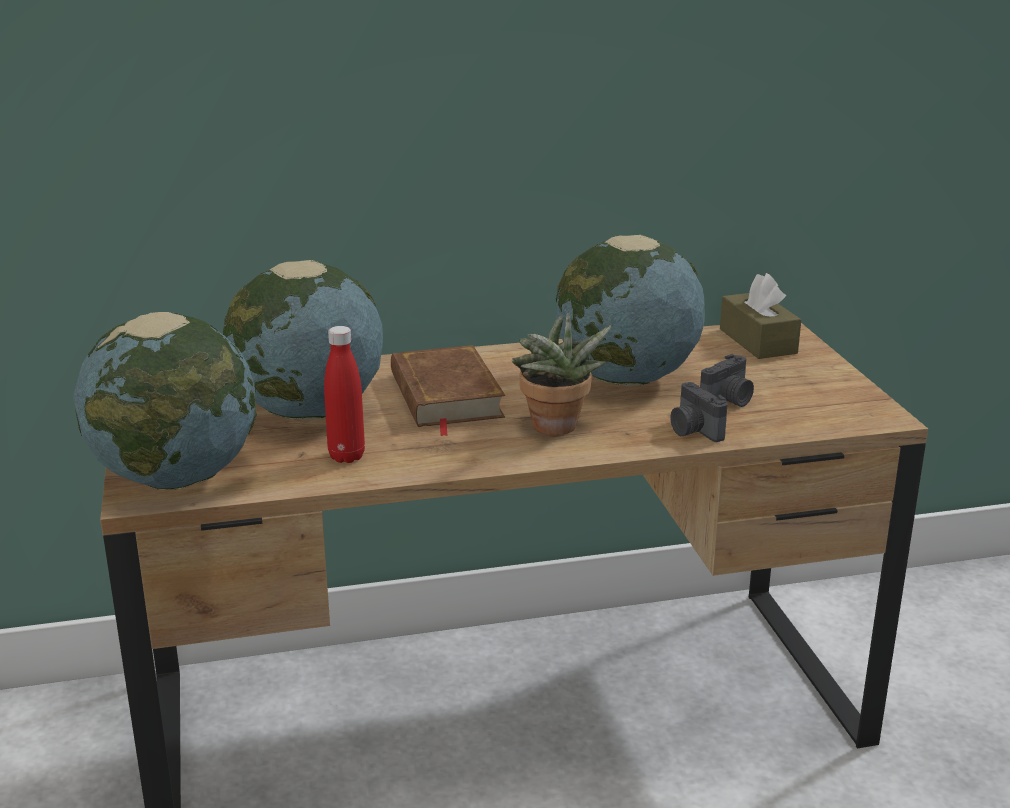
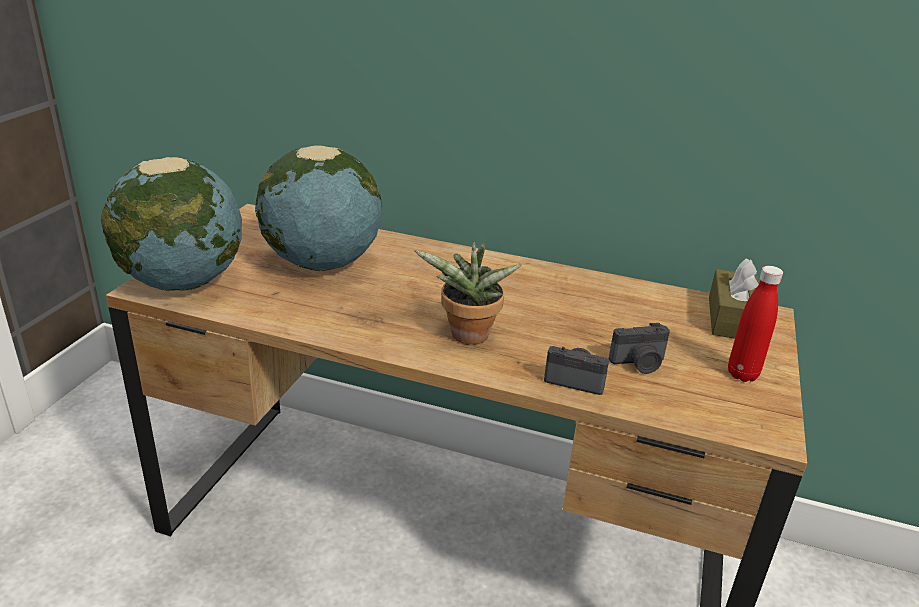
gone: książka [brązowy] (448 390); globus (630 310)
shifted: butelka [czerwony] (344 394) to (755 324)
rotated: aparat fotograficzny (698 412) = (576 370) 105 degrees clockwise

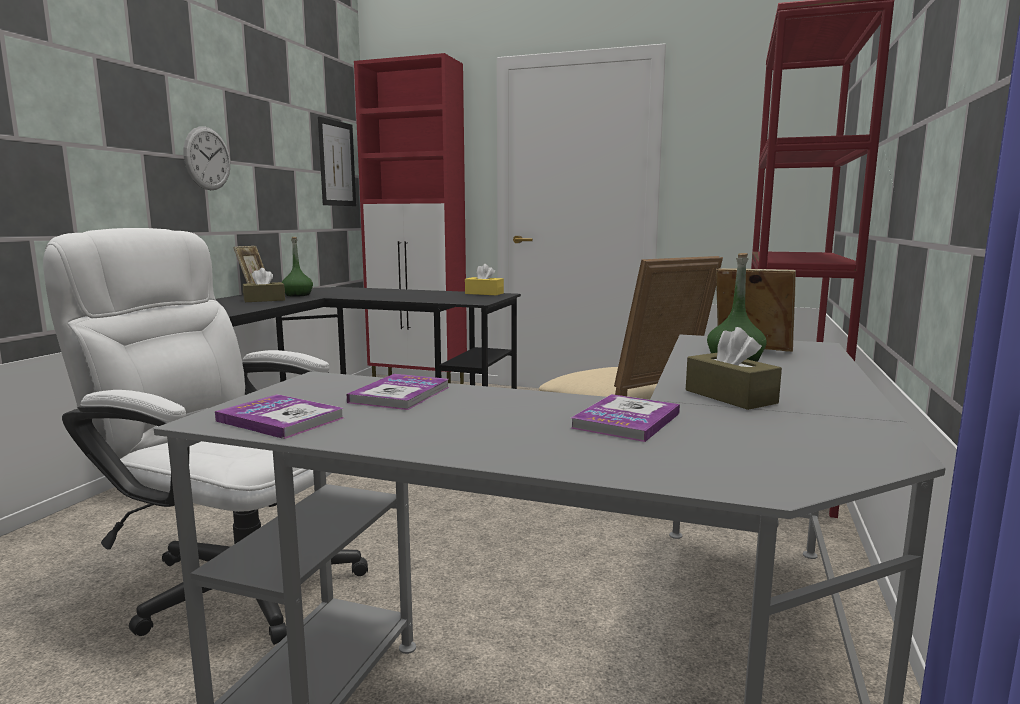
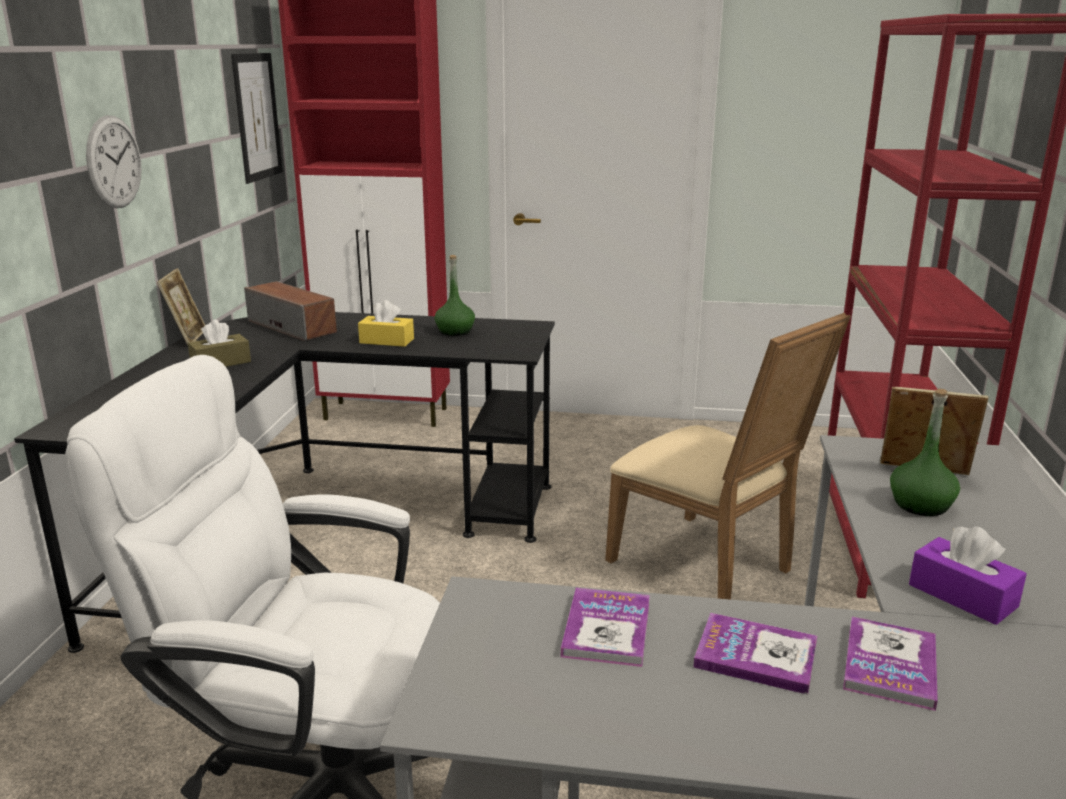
new: głośnik (290 311)
shifted: książka (279 416) to (755 654); butelka [zielony] (297 267) to (455 295); pudełko chusteczek [żółty] (484 279) to (386 323)
repainted: pudełko chusteczek [brązowy] (734 368) to pudełko chusteczek [fioletowy] (968 575)

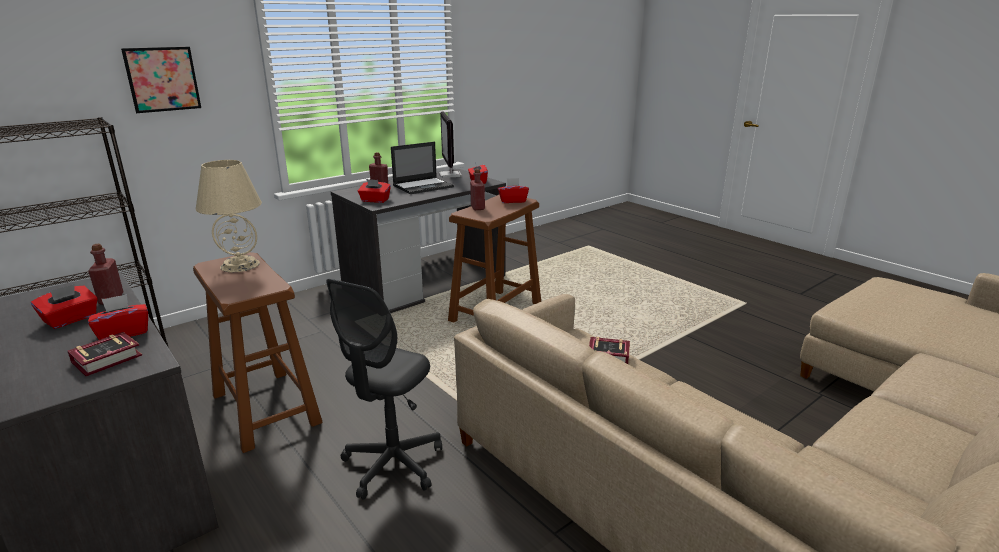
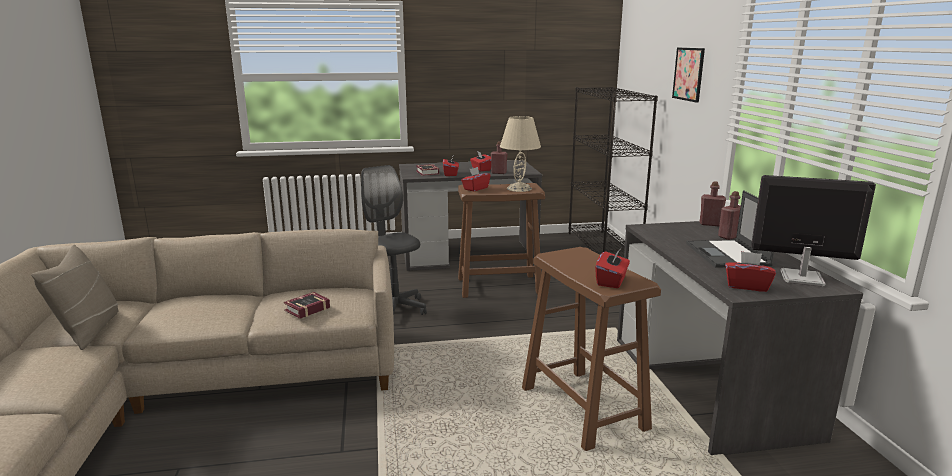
new: poduszka [beżowy] (74 297)
shifted: pudełko chusteczek [czerwony] (374 191) to (476 179); butelka [czerwony] (477 189) to (713 203)

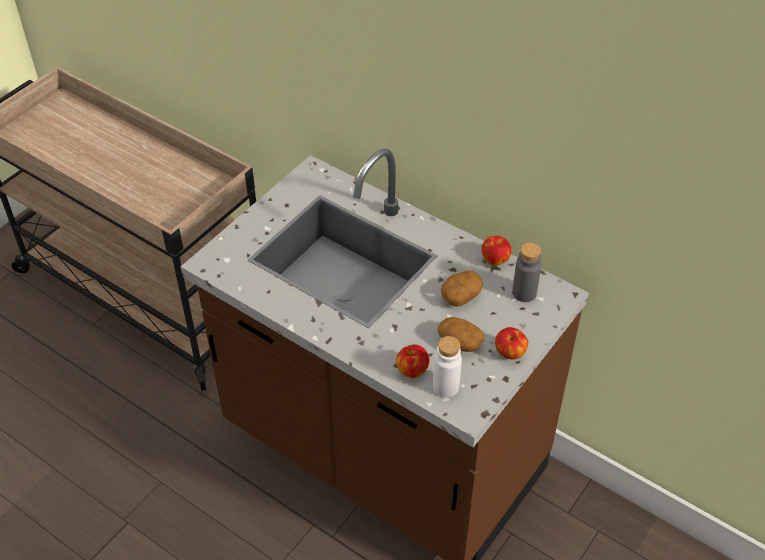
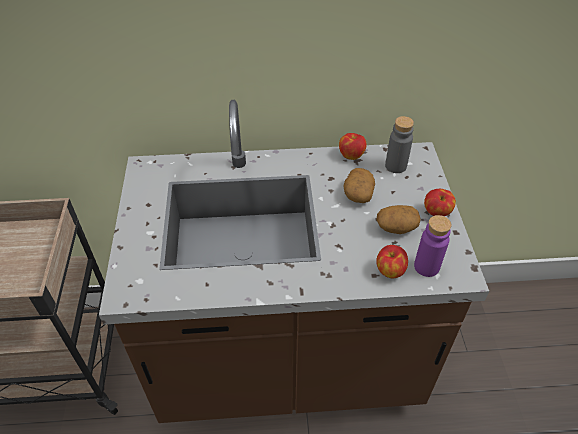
repainted: butelka [biały] (447 367) to butelka [fioletowy] (433 246)

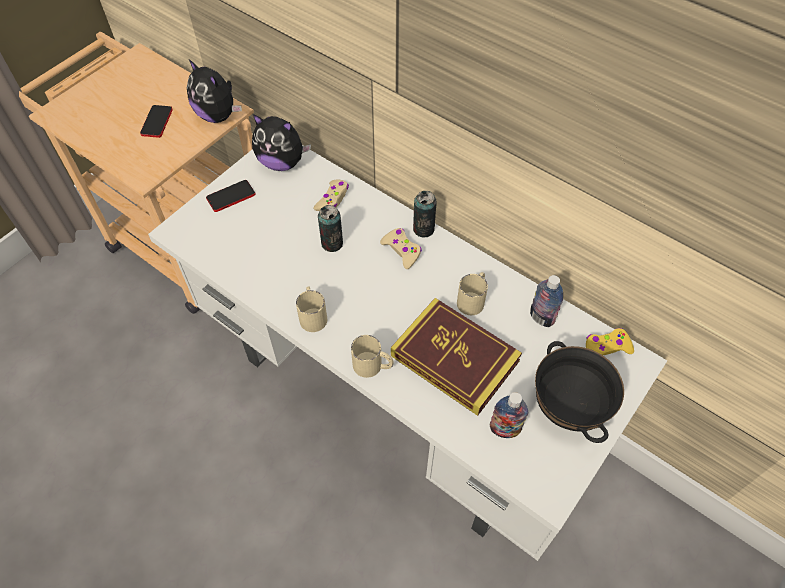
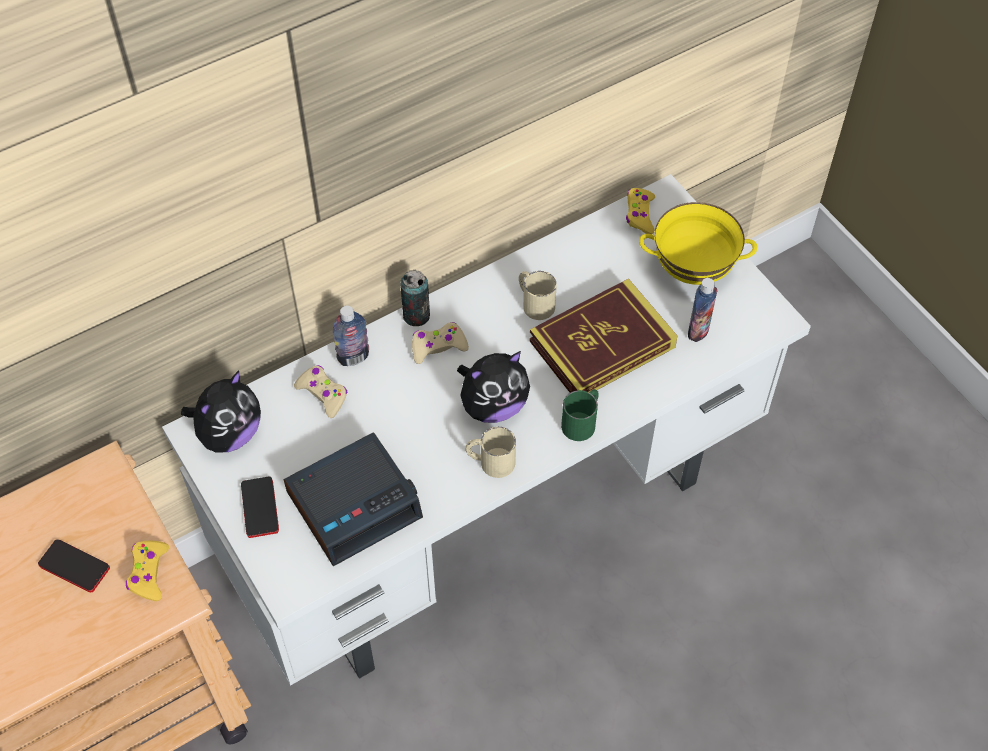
gone: puszka (330 228)
new: pad do gier [żółty] (147 571); budzik (353 499)
shifted: pluszak (214 91) to (493 387); butelka (546 301) to (351 336)
repainted: kubek [beżowy] (372 356) to kubek [zielony] (580 415); miska [czarny] (579 392) to miska [żółty] (698 243)

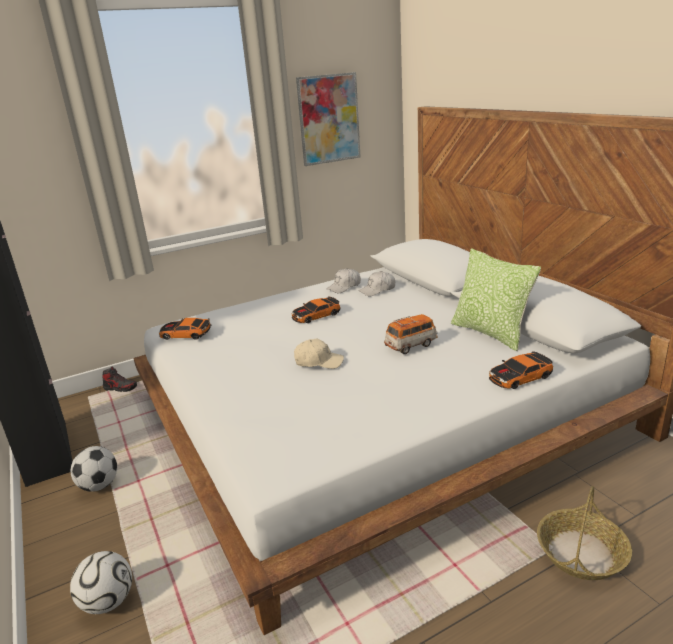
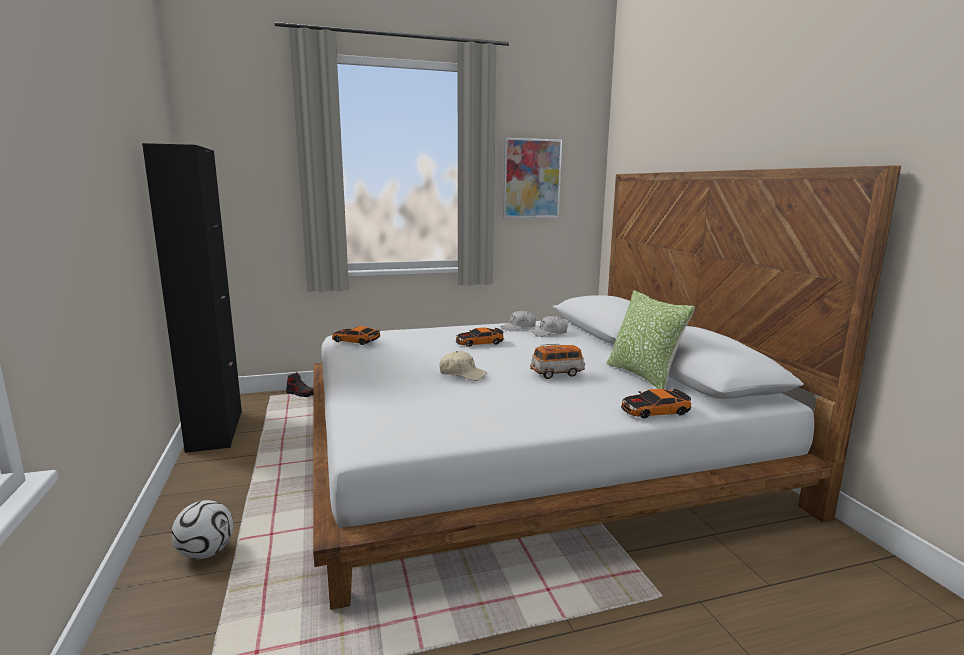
gone: piłka futbolowa (93 469); koszyk (584 533)

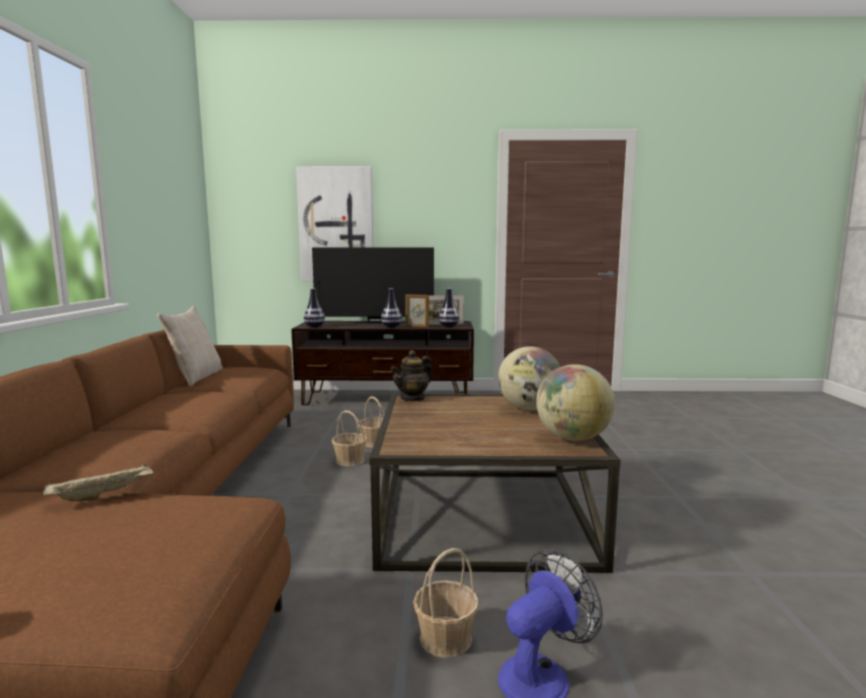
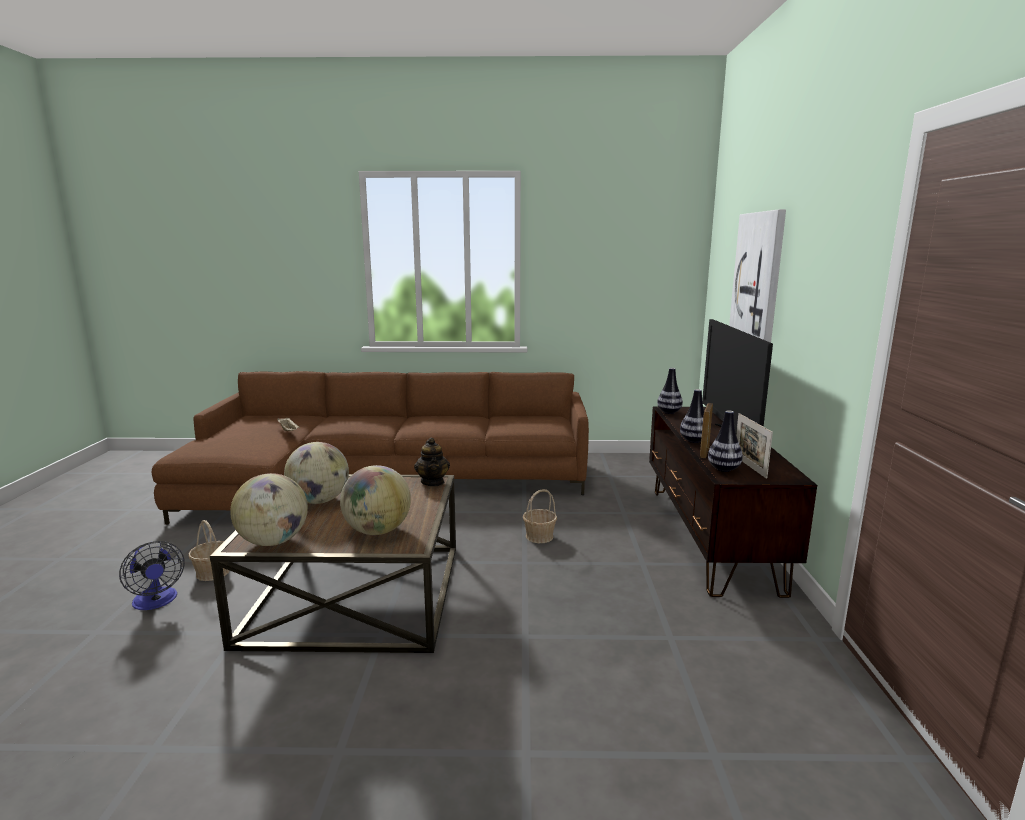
gone: poduszka [beżowy] (190 346); koszyk (350 439)
new: globus (316 473)
rotated: imbryk (412 376) = (432 462) 150 degrees counterclockwise

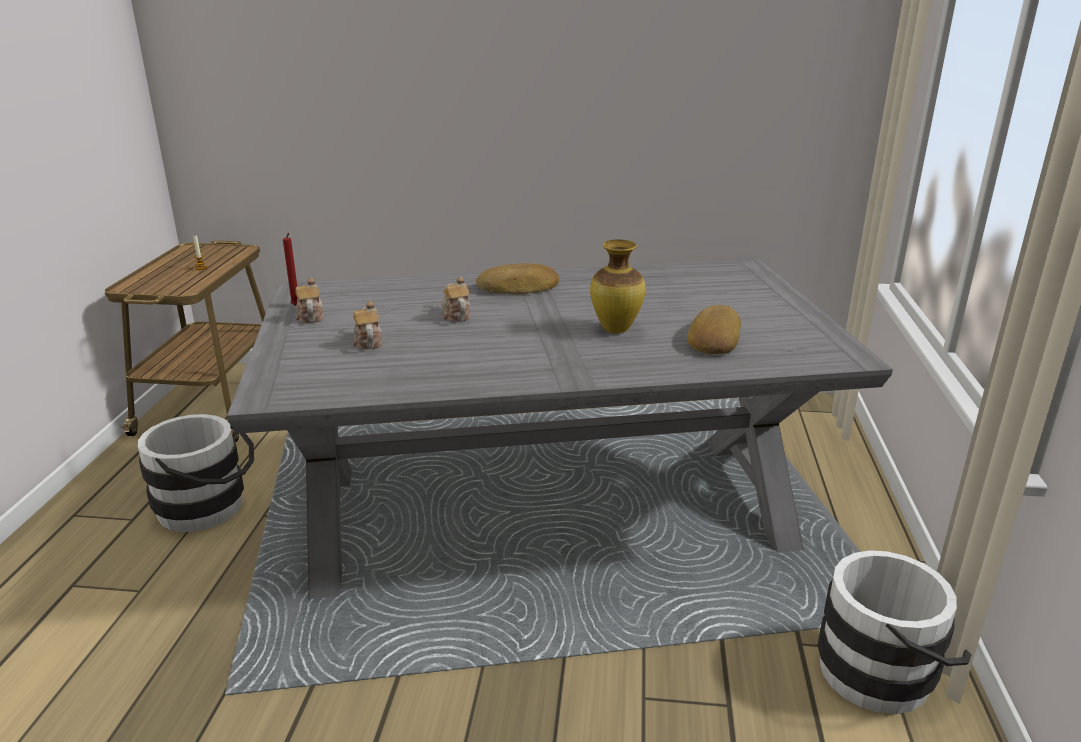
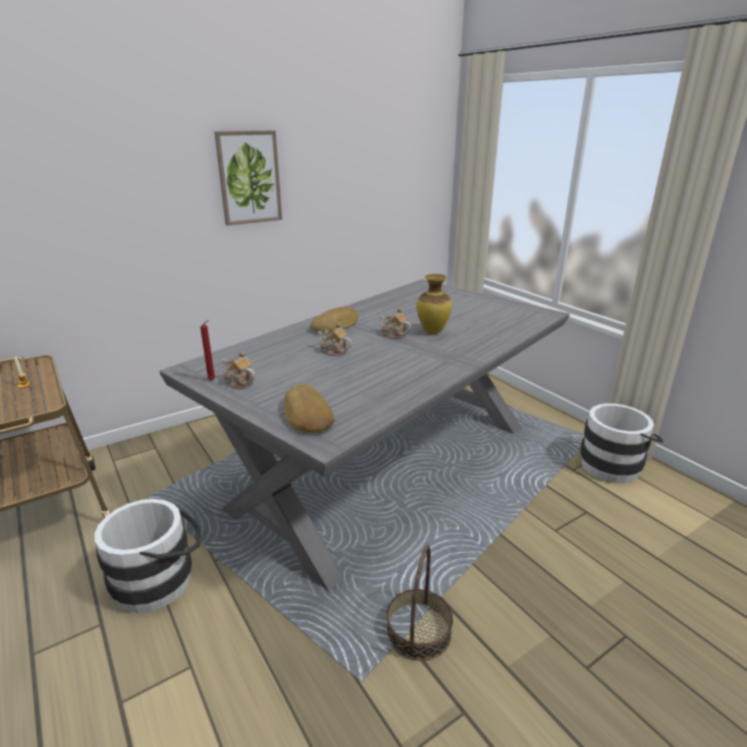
new: obraz (248 178); koszyk (420 603)
shifted: imbryk (367 325) to (395 323); chleb (714 329) to (309 408)

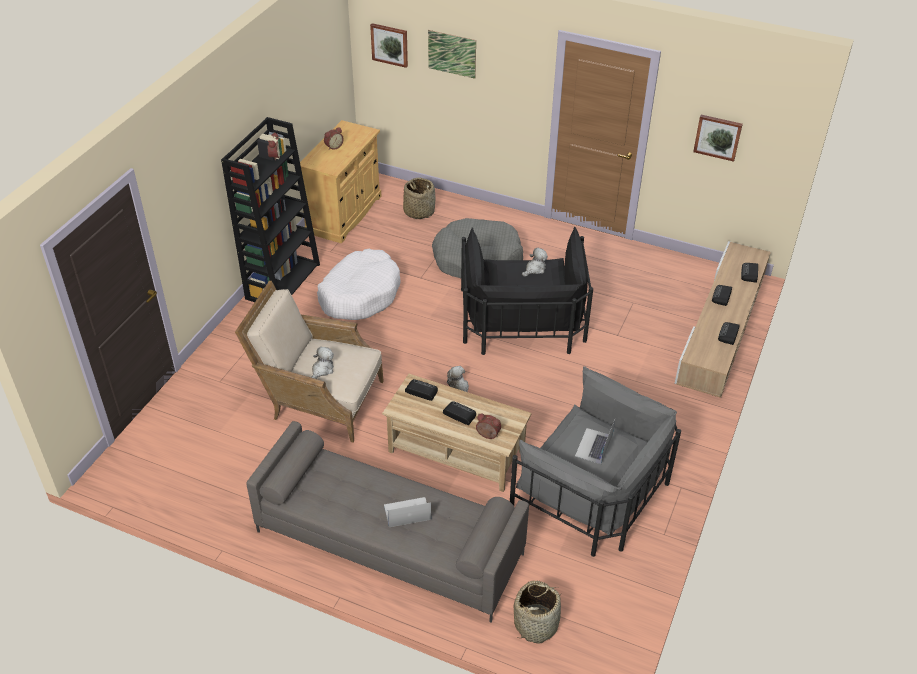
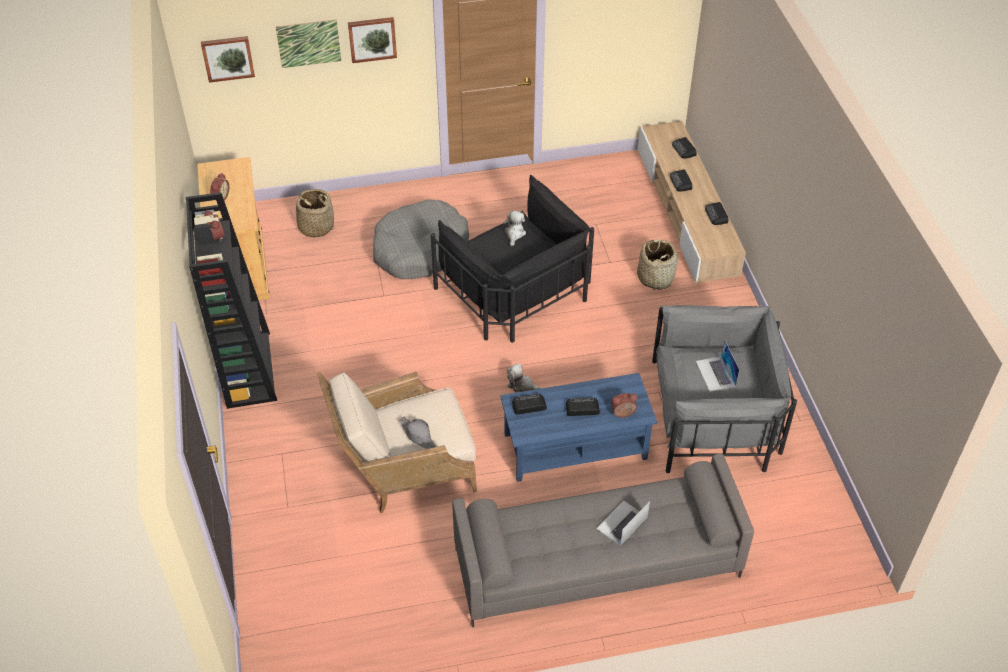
gone: legowisko [biały] (359 284)
shifted: koszyk (537 612) to (657 264); obraz (718 138) to (372 40)
swapped: pluszak (322 362) to kapelusz [szary] (417 432)
repainted: ława [beżowy] (457 433) to ława [niebieski] (578 427)

